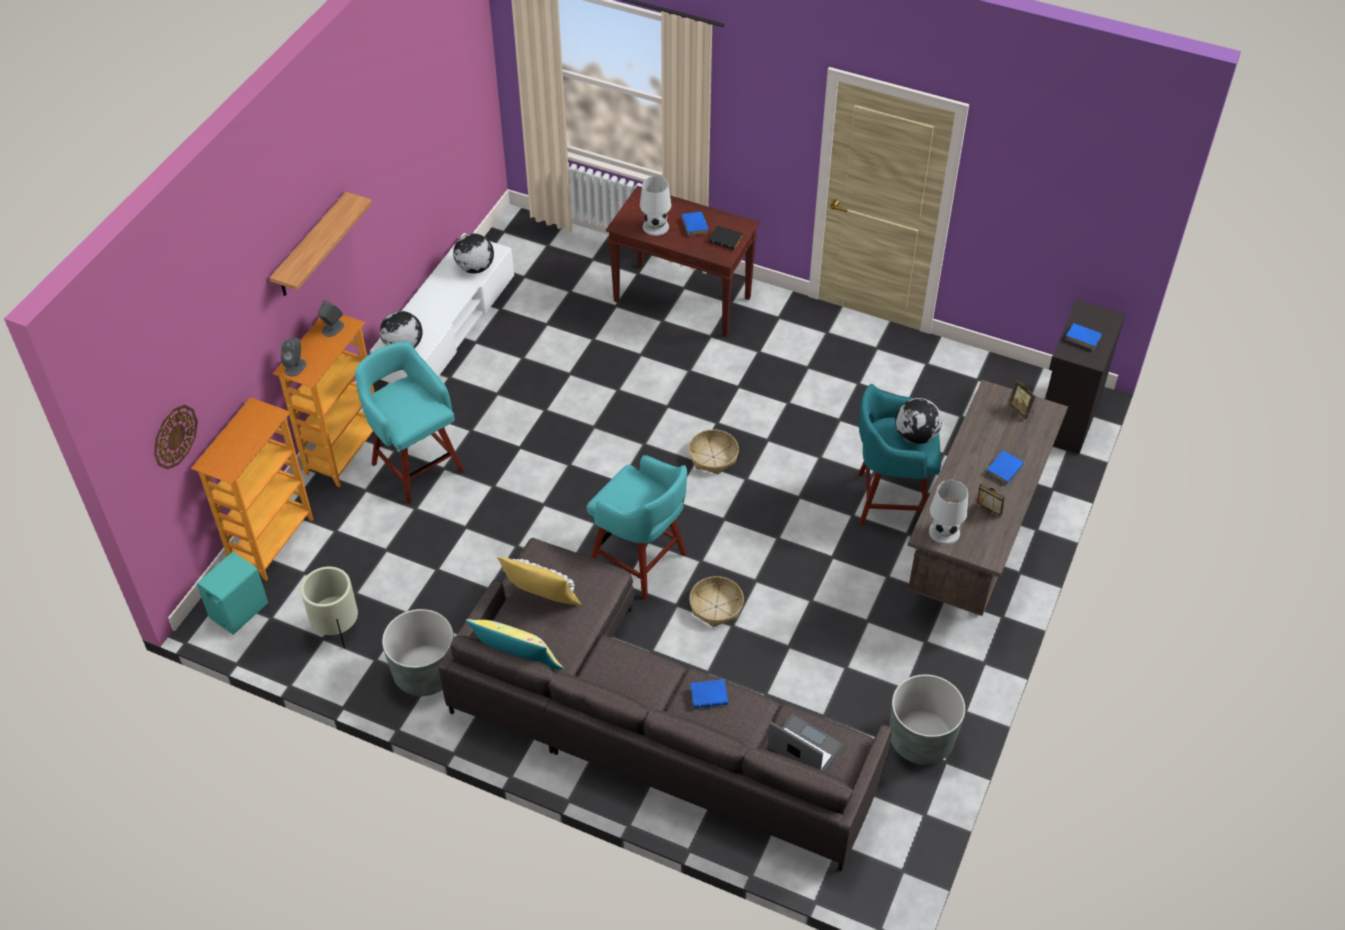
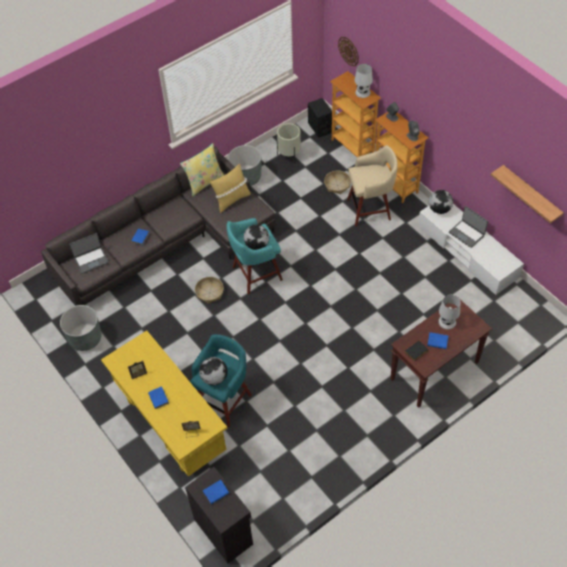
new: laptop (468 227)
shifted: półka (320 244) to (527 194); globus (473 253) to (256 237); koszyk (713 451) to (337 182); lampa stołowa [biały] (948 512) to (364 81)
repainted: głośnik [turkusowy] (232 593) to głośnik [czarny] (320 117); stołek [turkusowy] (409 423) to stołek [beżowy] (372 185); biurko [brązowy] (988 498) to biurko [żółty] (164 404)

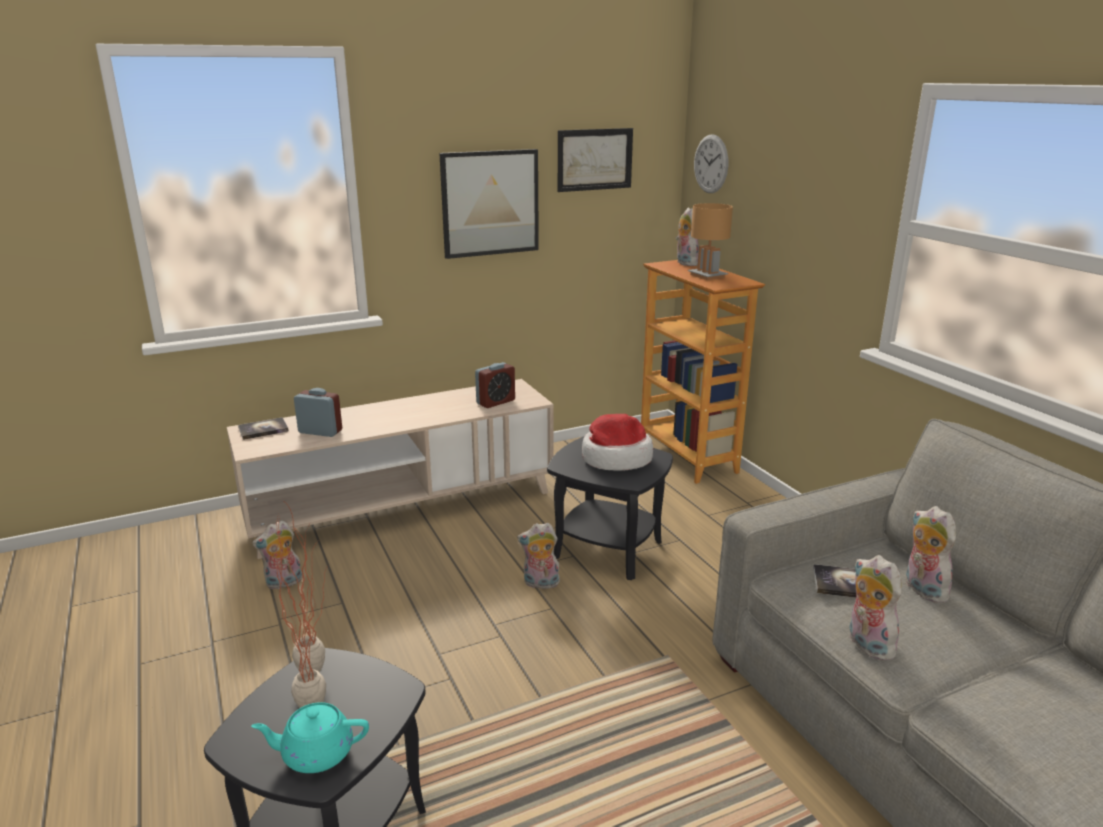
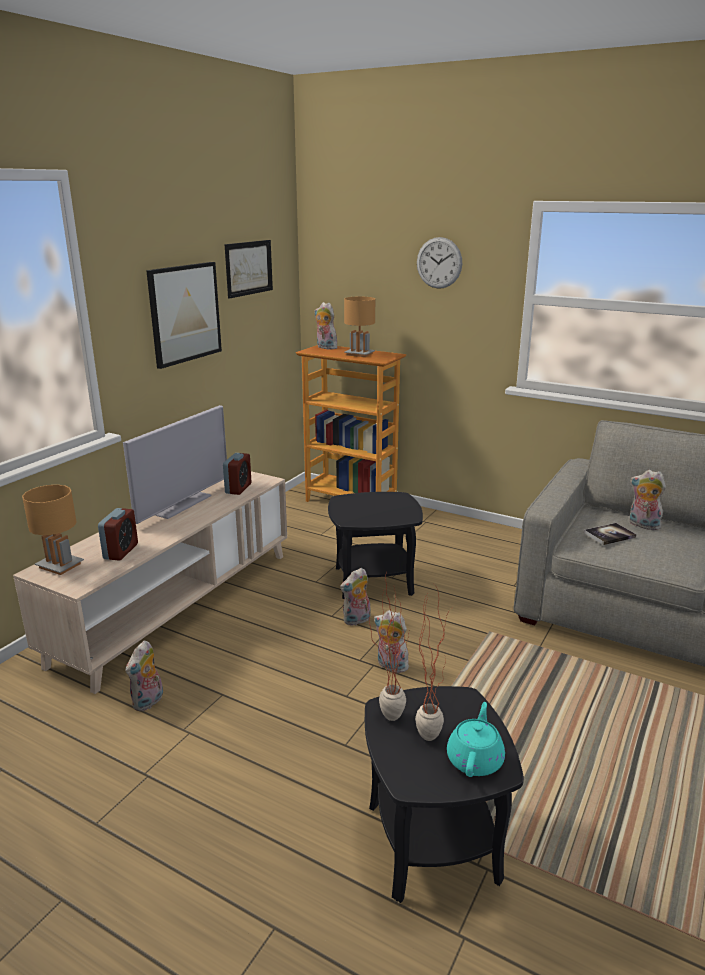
gone: kapelusz (617 442)
new: telewizor (175 464)
shifted: zegar ścienny (711 163) to (439 263); pluszak (876 607) to (391 641)
swapped: książka (263 428) to lampa stołowa [brązowy] (53 530)
rotated: imbryk [turkusowy] (310 737) = (476 739) 150 degrees clockwise; budzik (318 412) = (118 534) 120 degrees clockwise

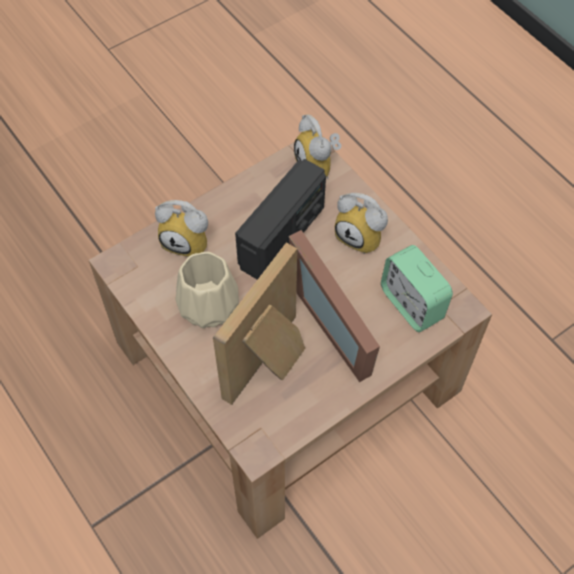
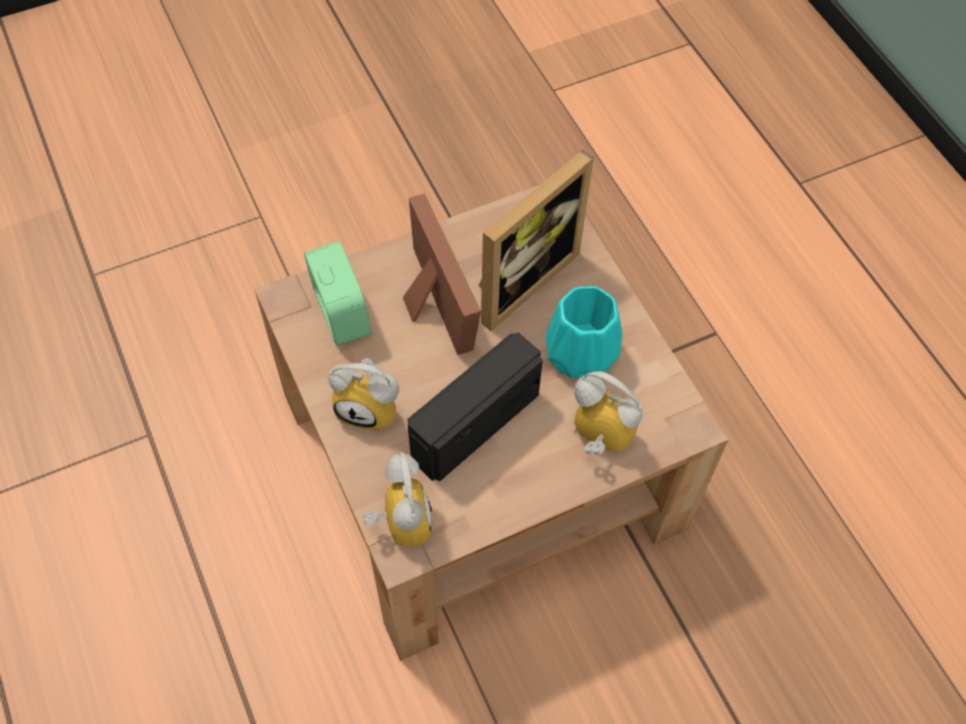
repainted: wazon [beżowy] (207 290) to wazon [turkusowy] (584 332)
rotated: budzik (361 223) = (363 394) 150 degrees clockwise

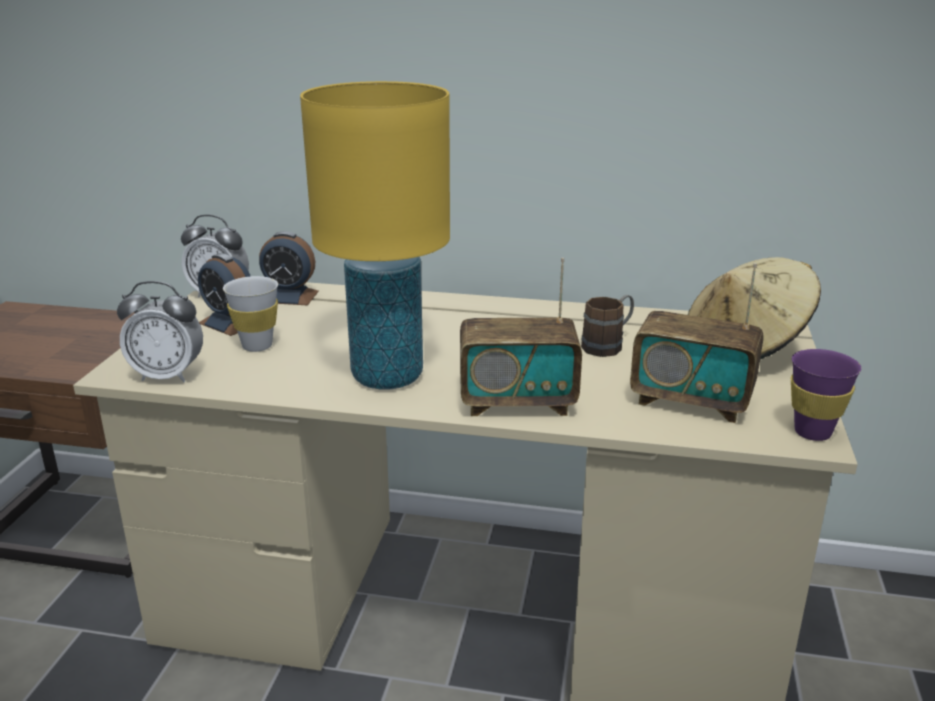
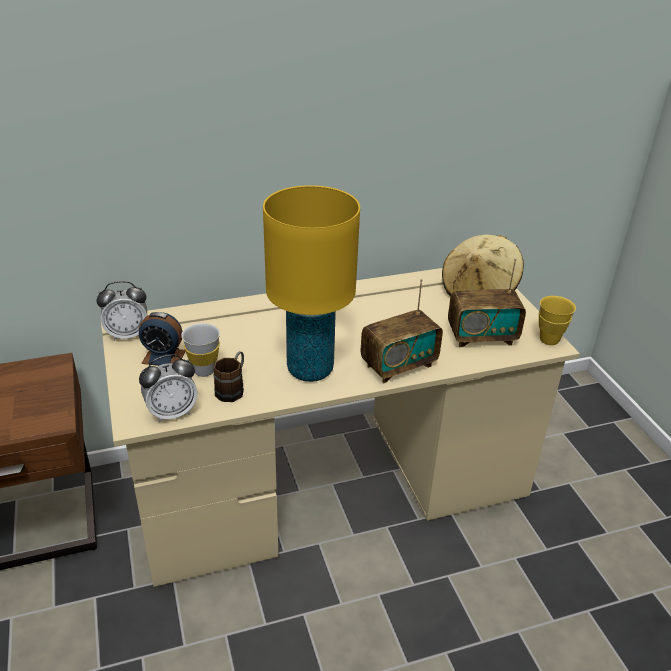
gone: budzik (289 268)
shifted: kubek [brązowy] (607 326) to (229 376)
repainted: filiżanka [fioletowy] (826 395) to filiżanka [żółty] (557 320)

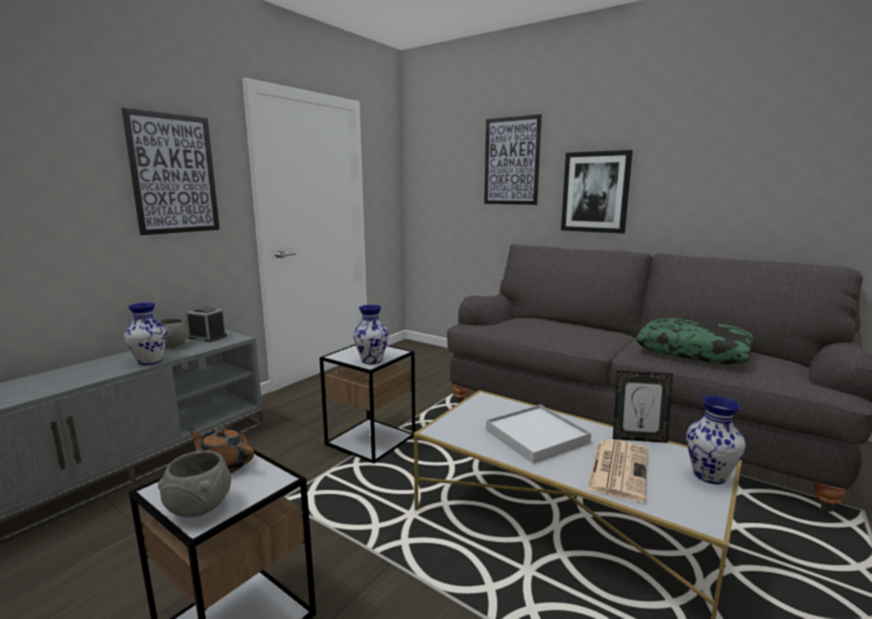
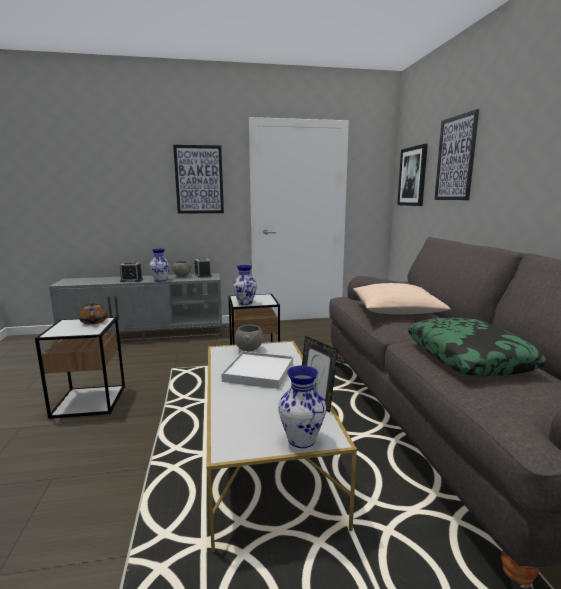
gone: gazeta (617 470)
new: budzik (131 271); poduszka [beżowy] (402 299)
shifted: miska [szary] (194 484) to (249 338); obraz (597 192) to (412 175)

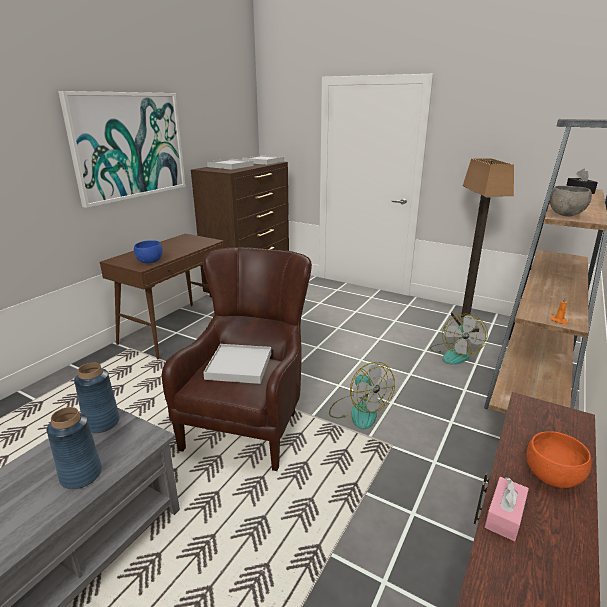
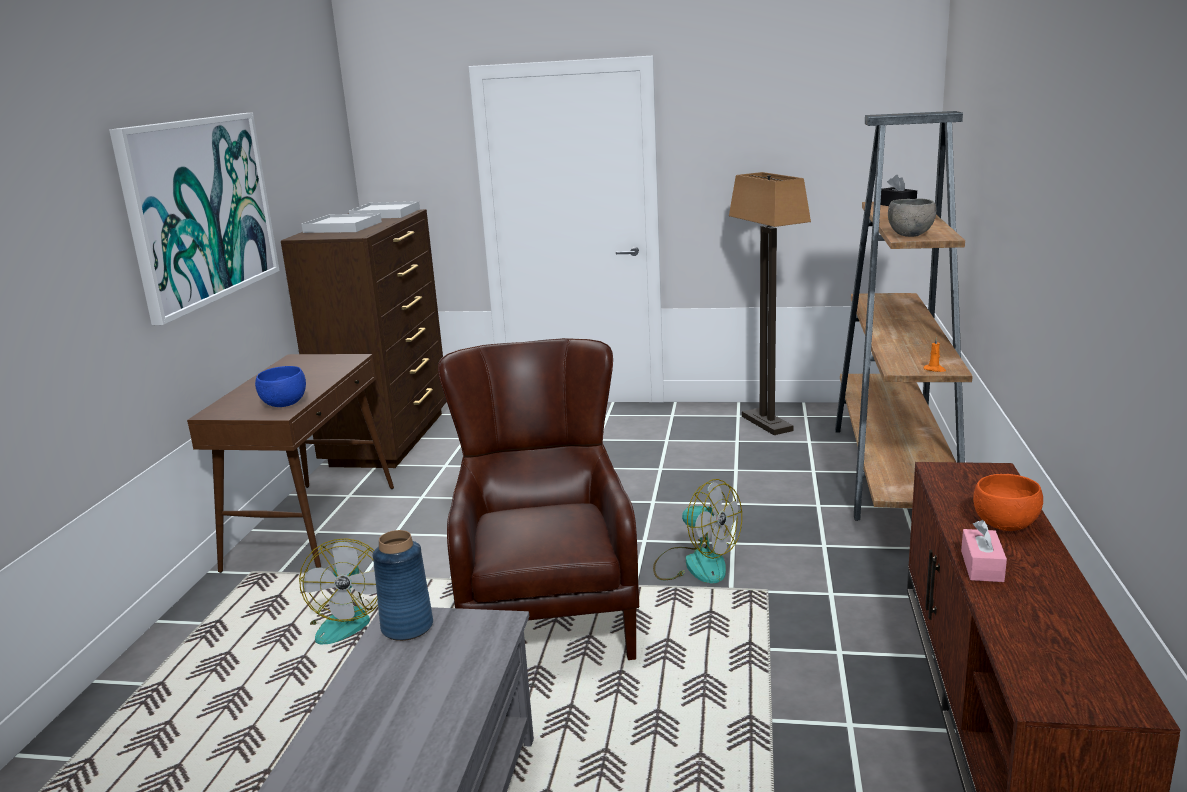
gone: wazon [niebieski] (74 448); taca [biały] (237 364)
shifted: wentylator (459 339) to (338 591)

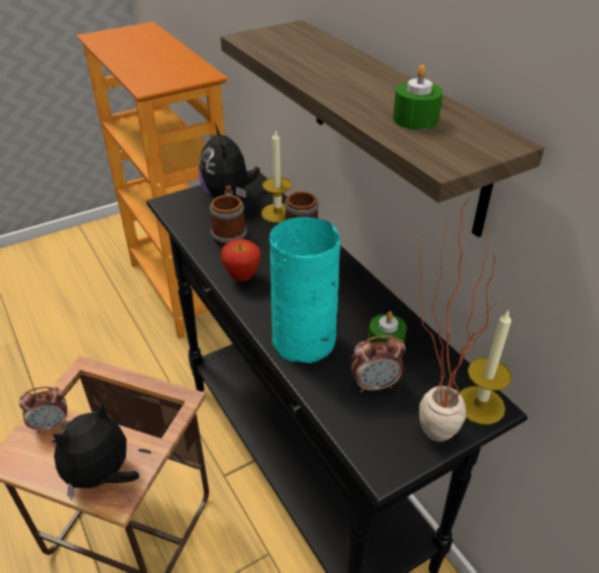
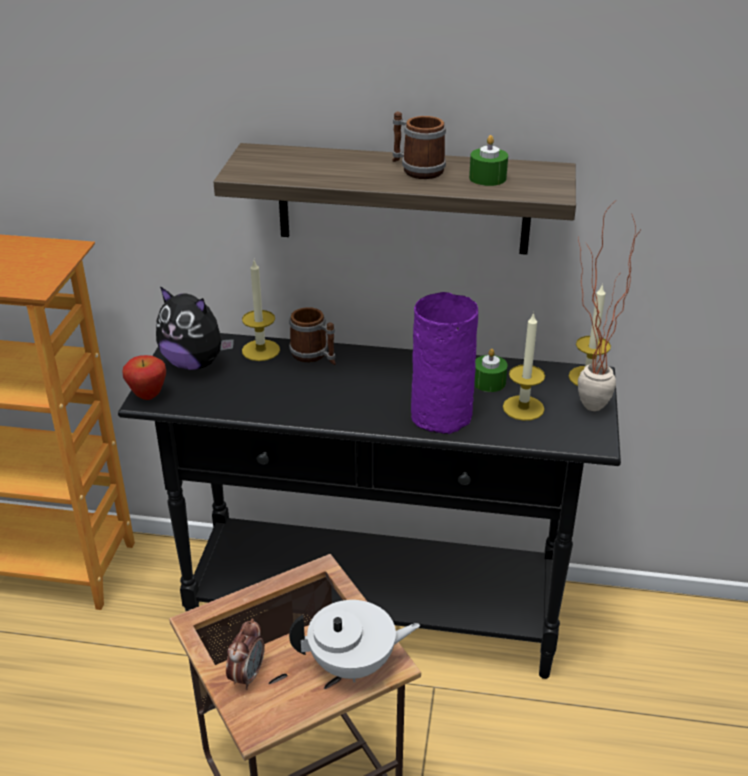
shifted: kubek (228 215) to (419 145); jabłko (241 260) to (144 377)
swapped: pluszak (96 451) to imbryk [biały] (354 641); budzik (378 364) to świeca (524 366)
repainted: wazon [turkusowy] (304 290) to wazon [fioletowy] (444 363)

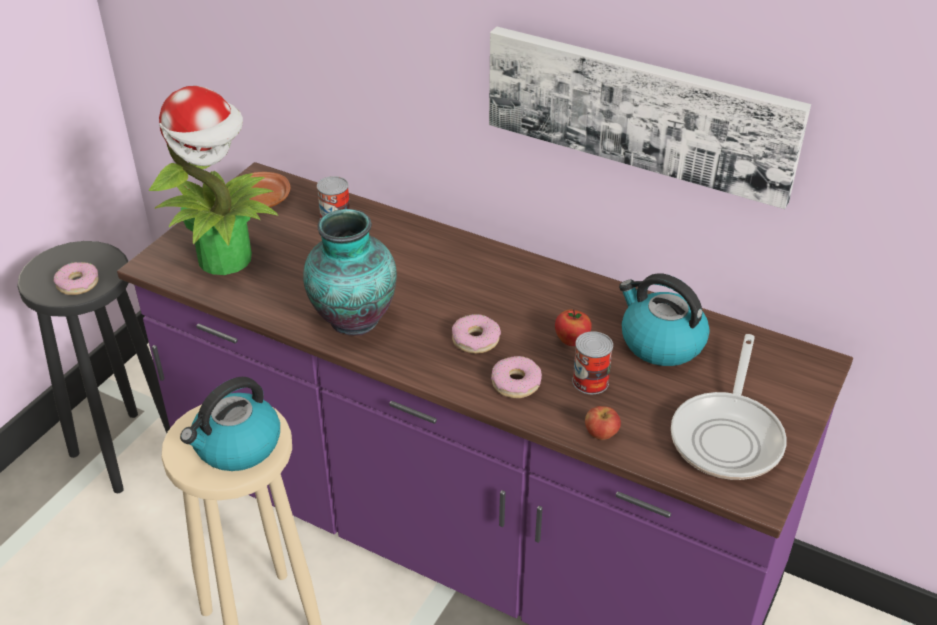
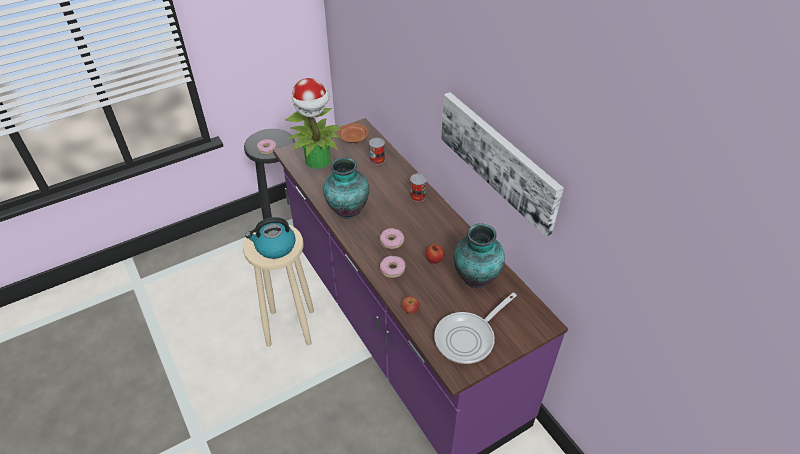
shifted: puszka (592 362) to (418 187)
swapped: czajnik (664 319) to wazon (479 256)

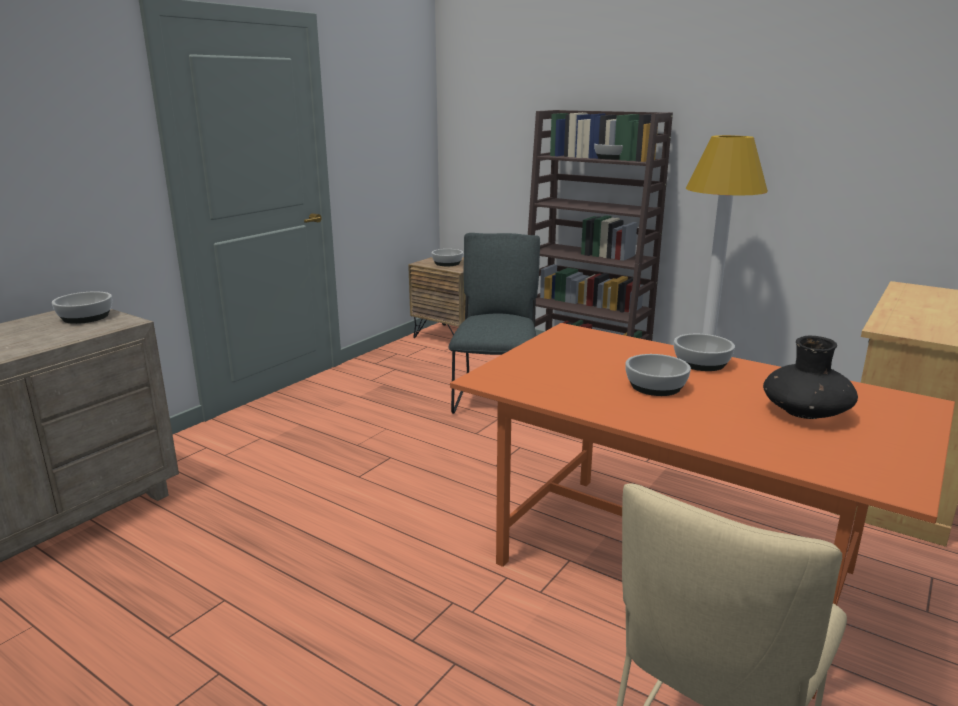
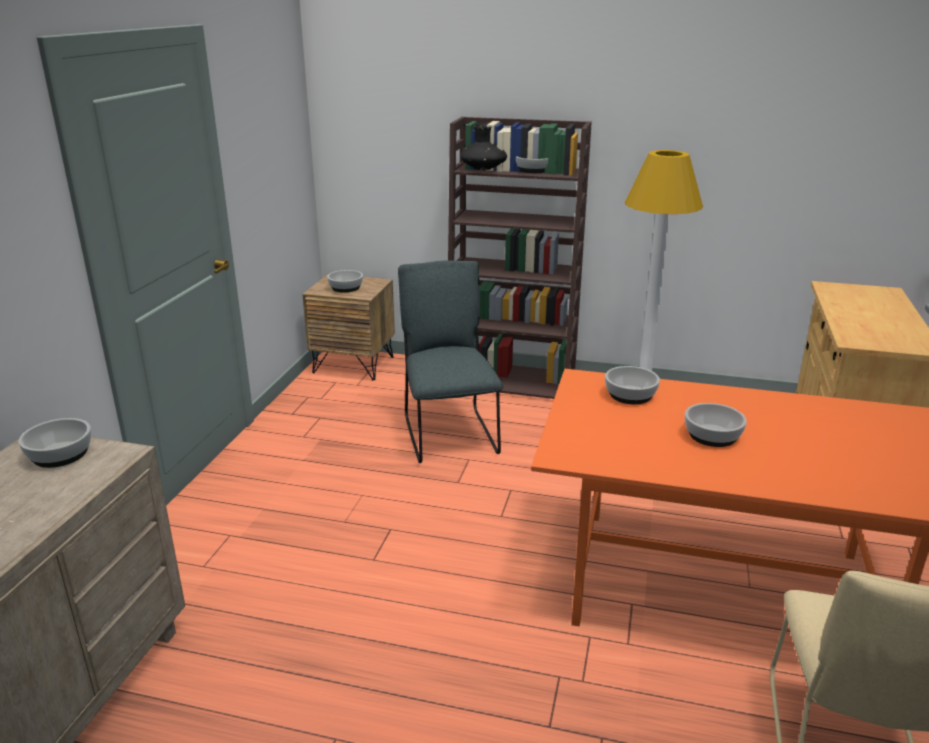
shifted: miska (704 352) to (632 385); wazon [czarny] (810 377) to (483 146)

